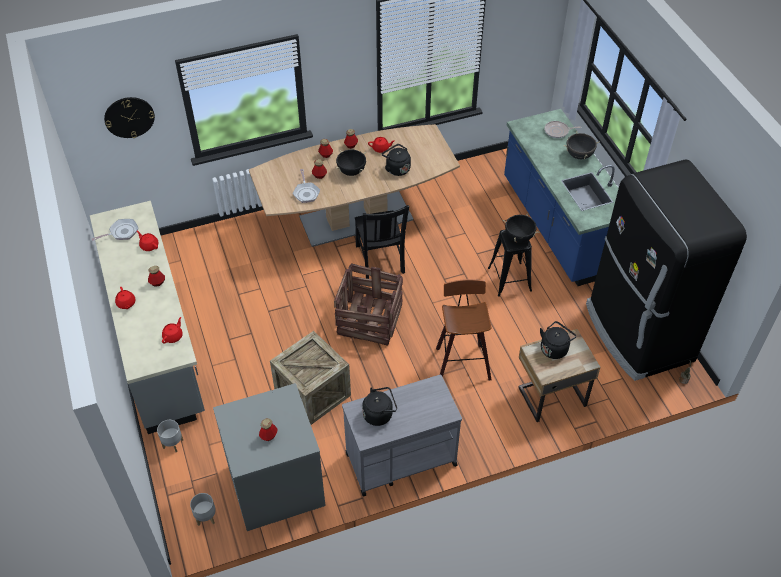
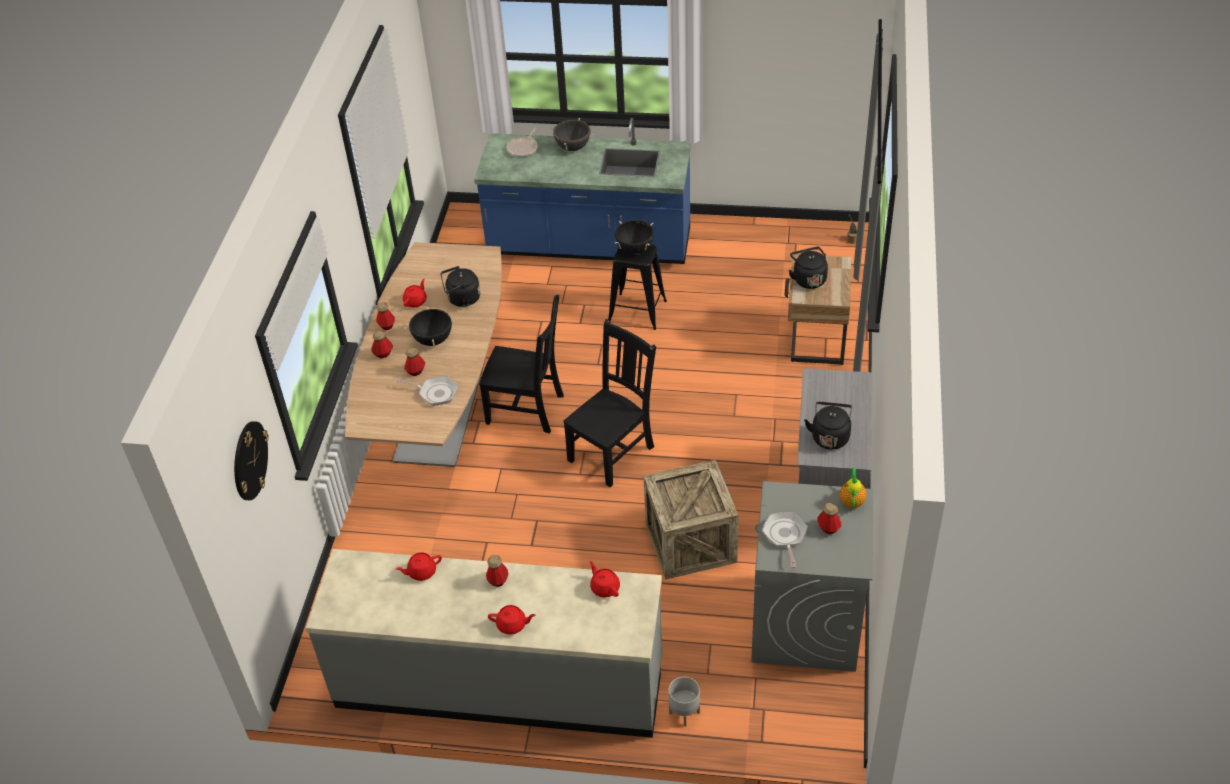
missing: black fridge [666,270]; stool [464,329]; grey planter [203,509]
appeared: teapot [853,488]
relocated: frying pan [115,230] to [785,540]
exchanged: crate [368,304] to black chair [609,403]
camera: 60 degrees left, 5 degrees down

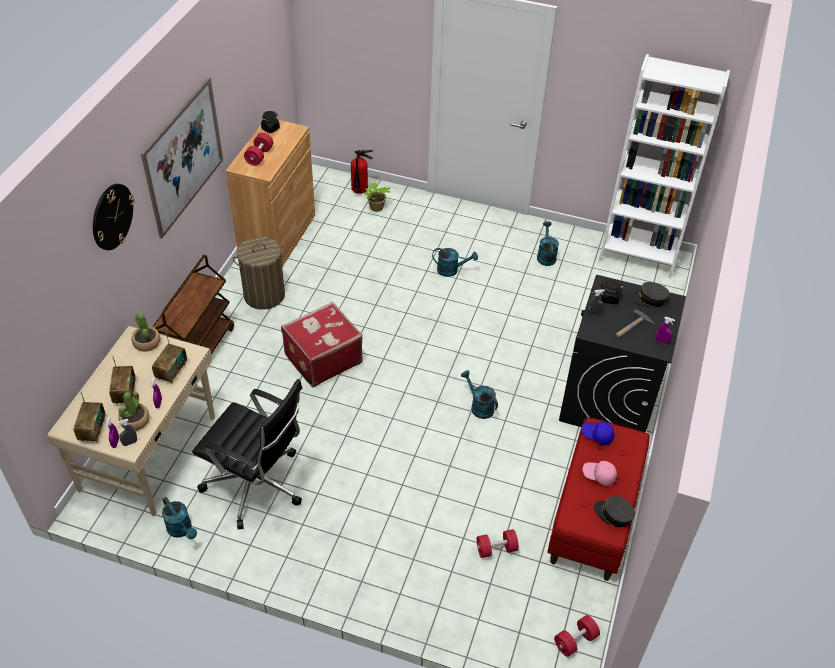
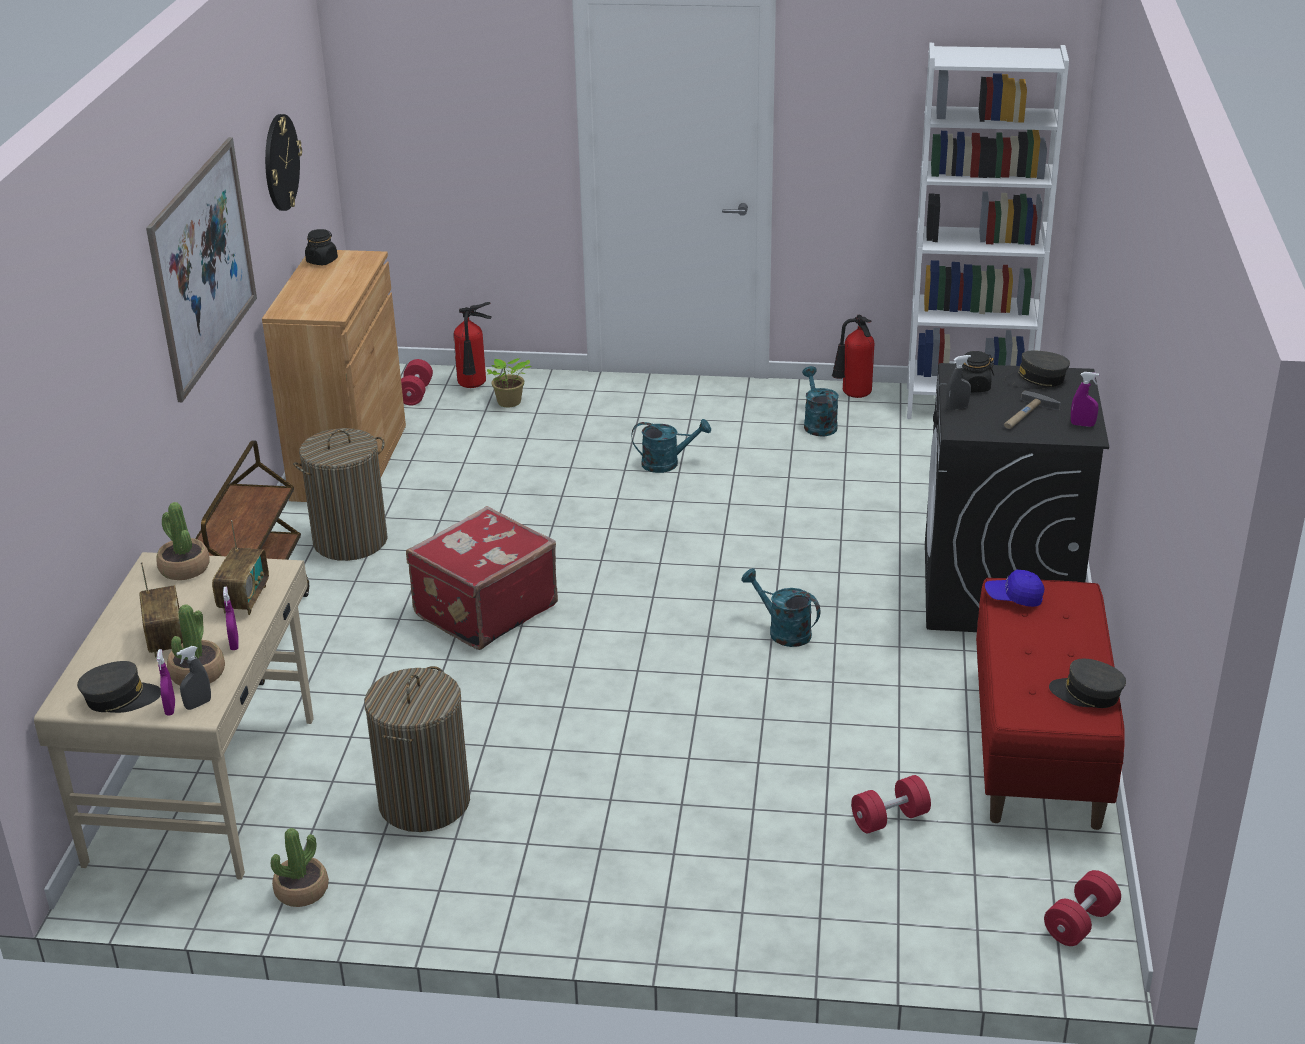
missing: pink cap [600,473]
appeared: fire extinguisher [853,356]
relocated: red dumbbell [258,149] to [417,382]; wall clock [113,217] to [283,162]
exchanged: black office chair [247,454] to laundry basket [417,749]; radio [90,417] to grey cap [119,687]; turquoise watering can [179,518] to potted plant [300,867]
camera: 10 degrees left, 15 degrees down

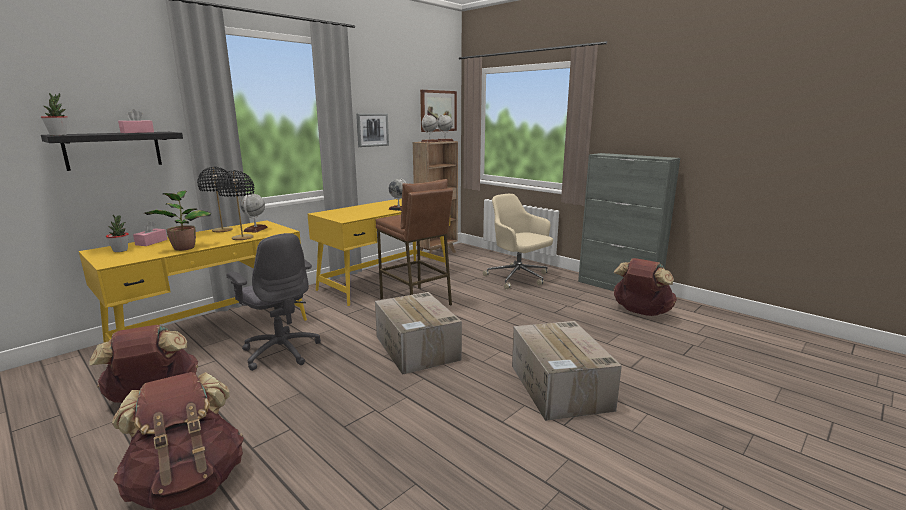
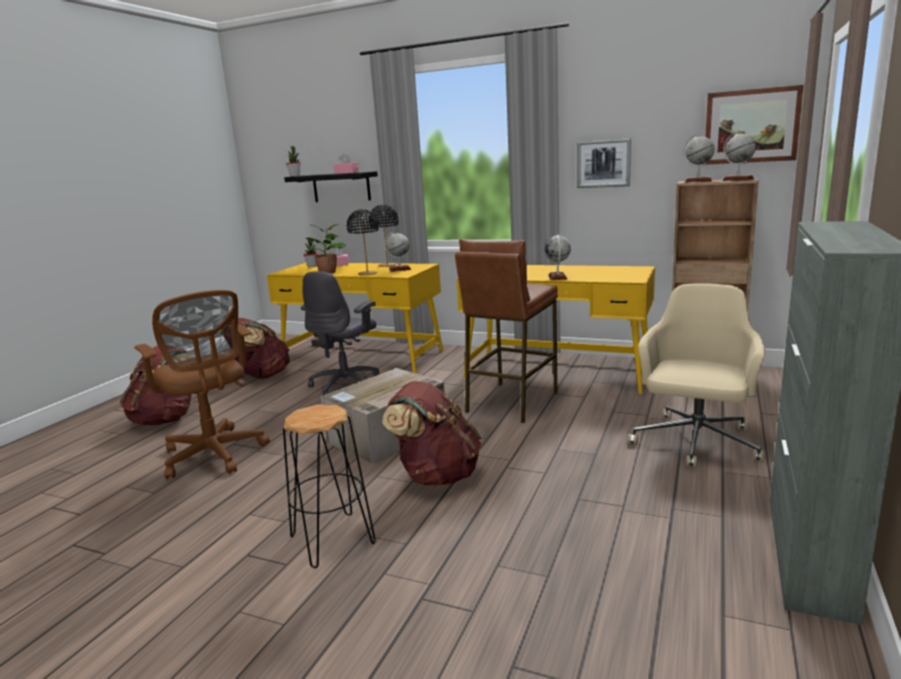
appeared: brown office chair [202,384]
relocated: brown backpack [645,287] to [432,433]
exchanged: cardboard box [567,371] to black stool [329,486]
camera: 70 degrees right, 0 degrees up

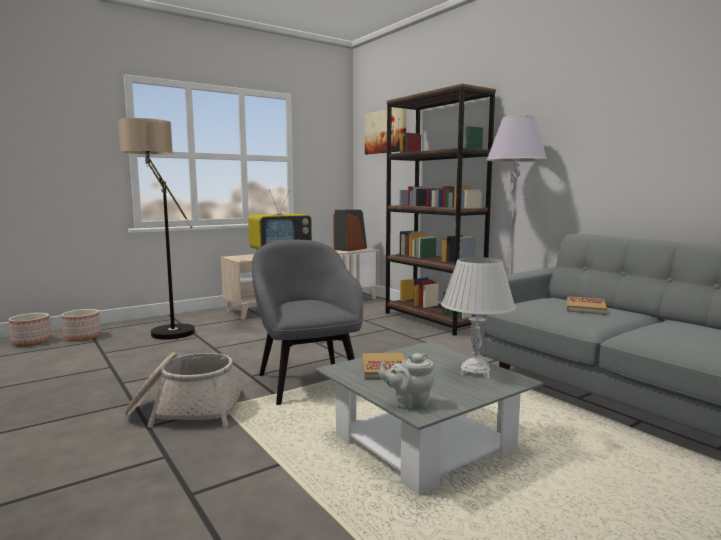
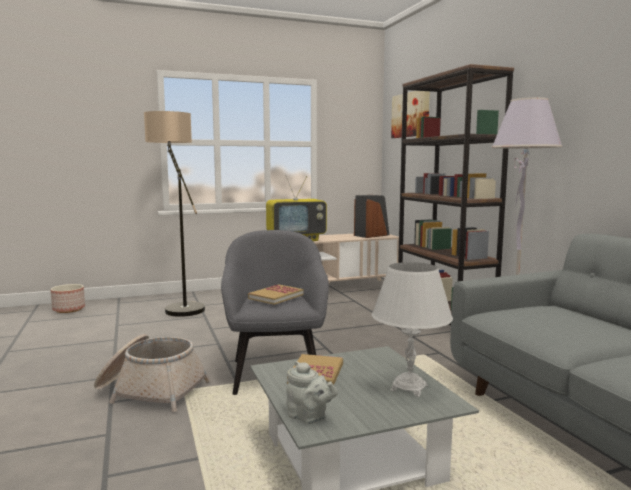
missing: planter [81,325]
relocated: book [587,305] to [276,294]
spun: grey teapot [406,381] = [312,392] 150 degrees counterclockwise
camera: 15 degrees right, 0 degrees up

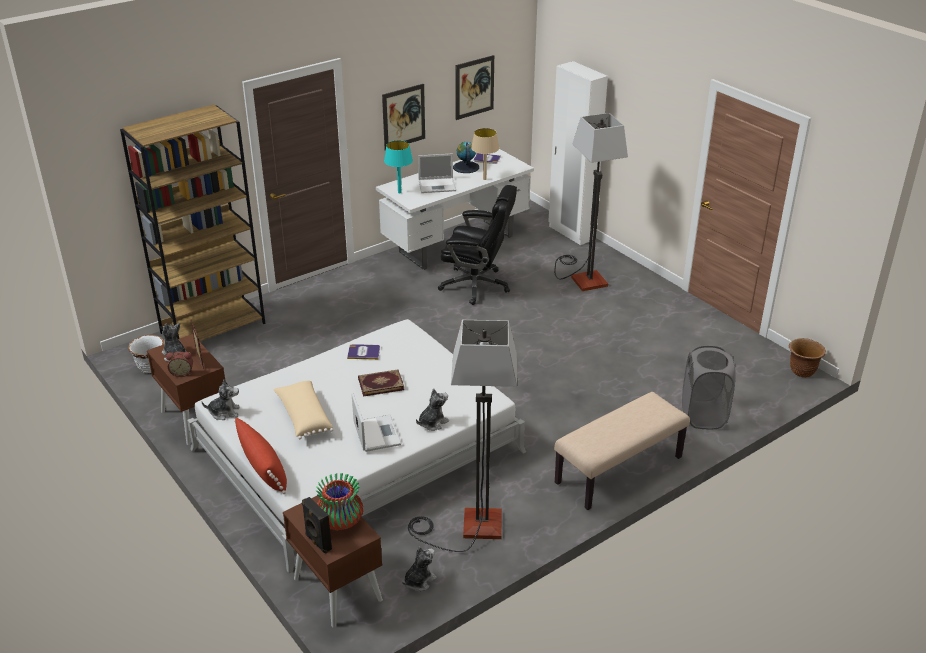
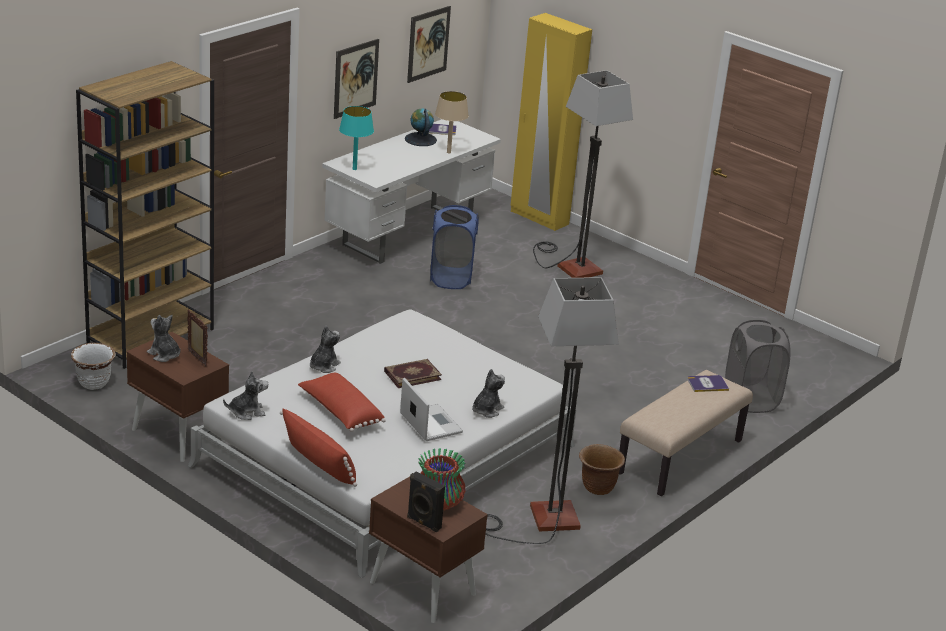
missing: laptop [437,173]; alarm clock [179,364]
relocated: brown planter [807,357] to [602,469]; book [363,351] to [708,383]; plush toy [419,568] to [325,349]
exchanged: black office chair [477,245] to blue laundry basket [454,247]
colour: white wardrobe [578,153] to yellow wardrobe [551,122]; beige pillow [303,409] to red pillow [342,402]
camera: 15 degrees left, 5 degrees down

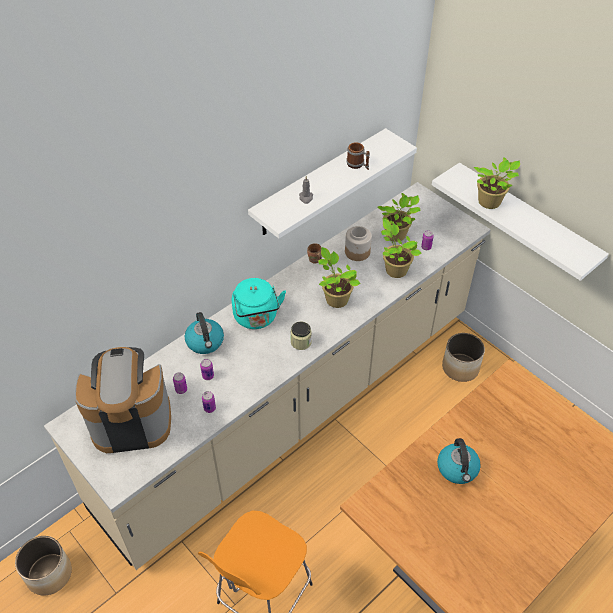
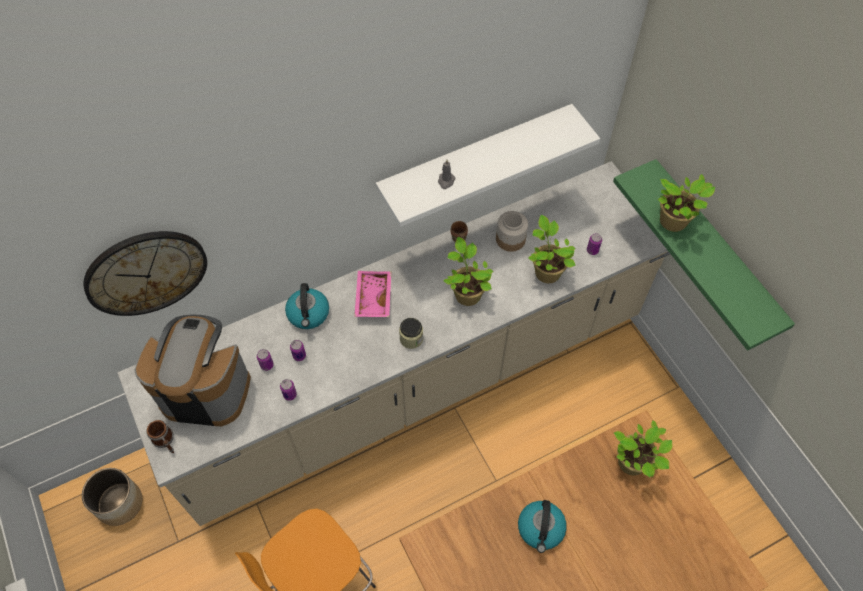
missing: planter [463,357]
appeared: wall clock [145,273]
relocated: mug [358,156] to [160,436]; potted plant [399,217] to [643,448]
exchanged: turquoise kettle [259,303] to pink tray [372,294]
colour: white shelf [520,222] to green shelf [704,255]
camera: 15 degrees right, 10 degrees up

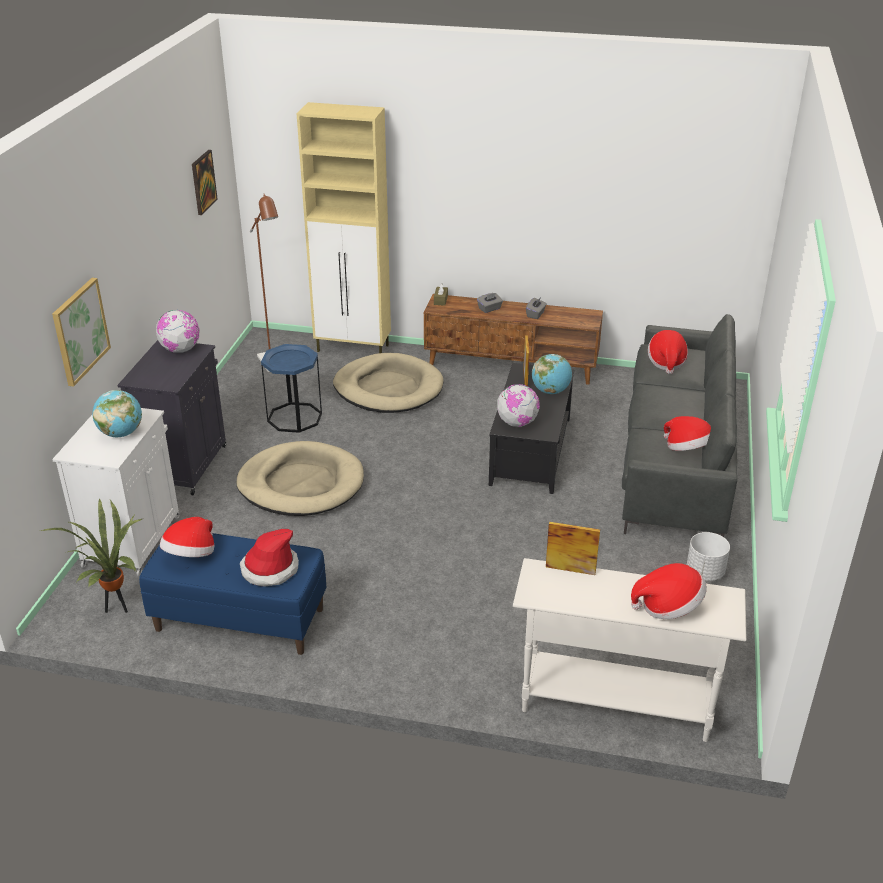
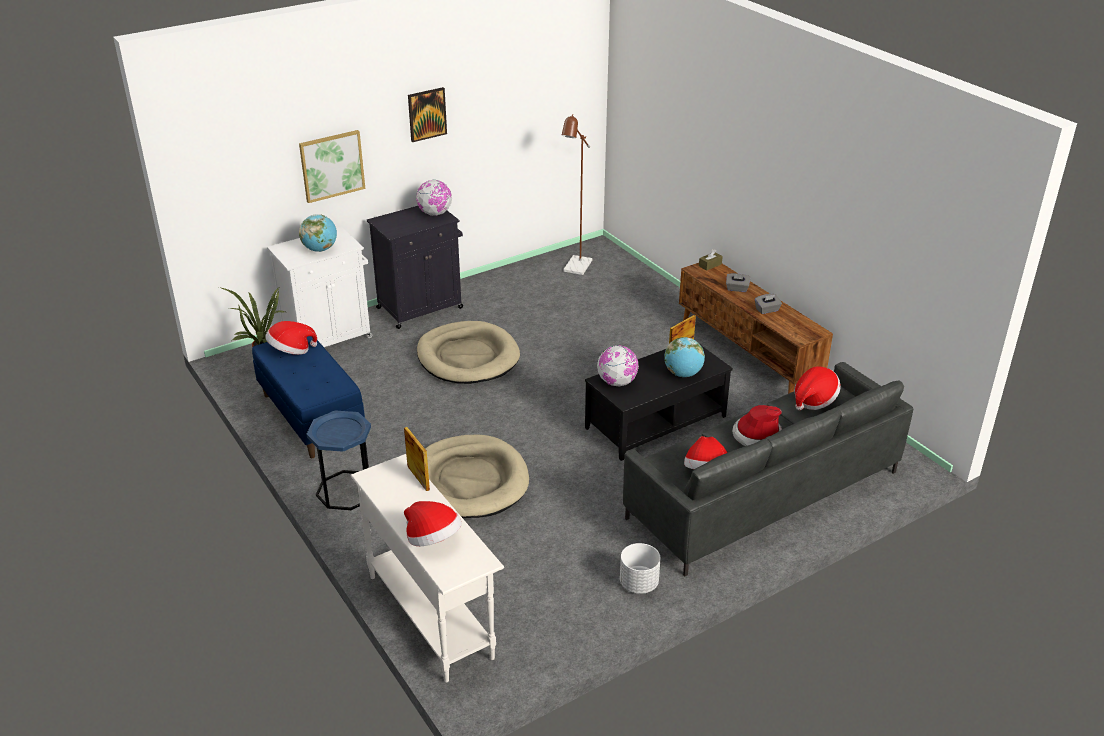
missing: beige cabinet [343,227]
relocated: picture [205,182] to [427,114]; blue side table [291,388] to [339,460]; beige dog bed [388,383] to [477,476]; hat [269,558] to [757,425]
camera: 45 degrees right, 0 degrees up

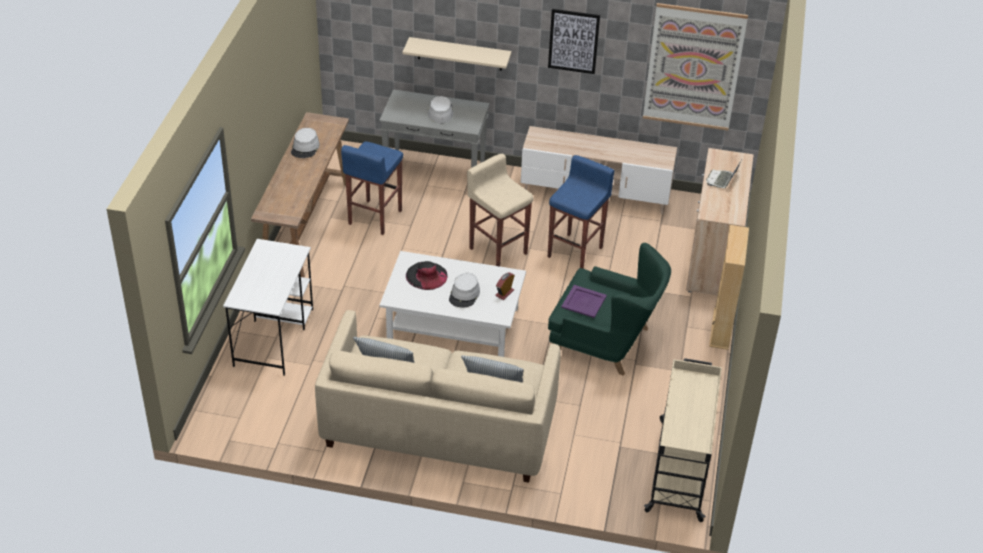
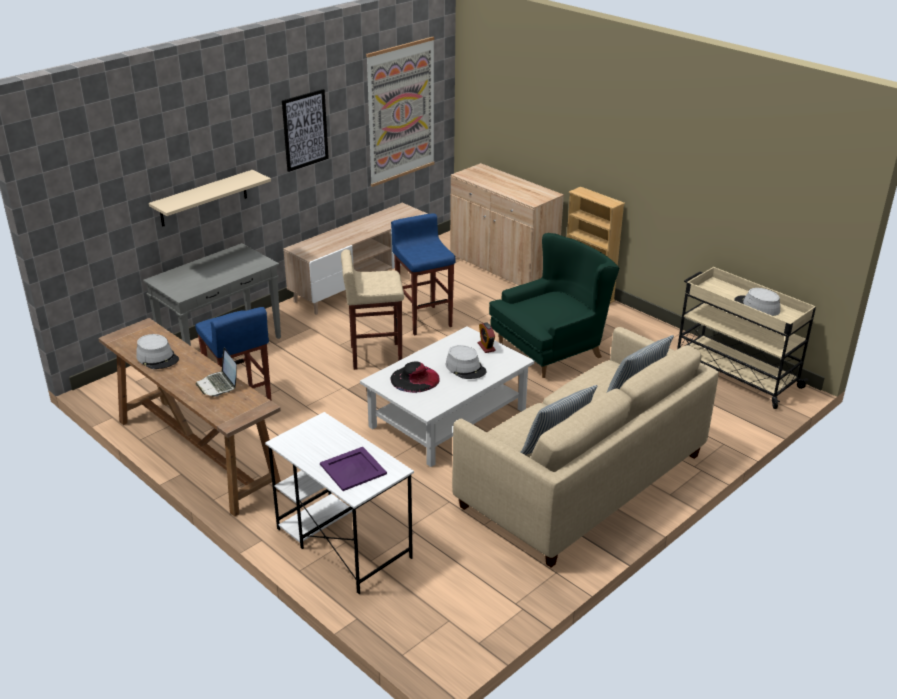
relocated: grey hat [440,109] to [757,302]; laptop [723,174] to [216,372]; purple tray [584,301] to [353,469]
camera: 55 degrees left, 10 degrees down

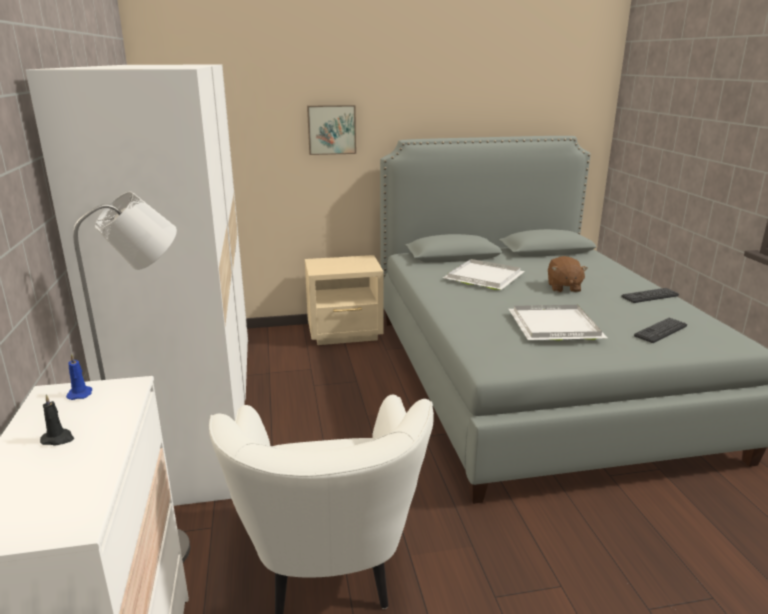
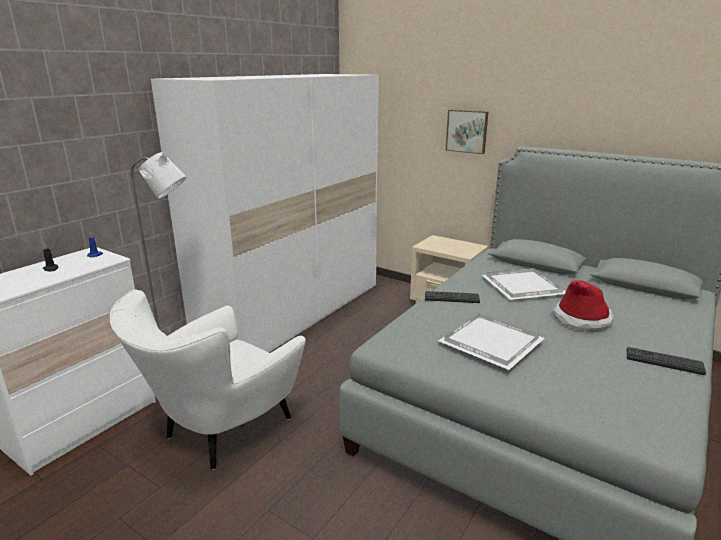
relocated: keyboard [660,330] to [452,297]
exchanged: brown plush toy [568,274] to hat [583,306]
camera: 45 degrees right, 0 degrees up

